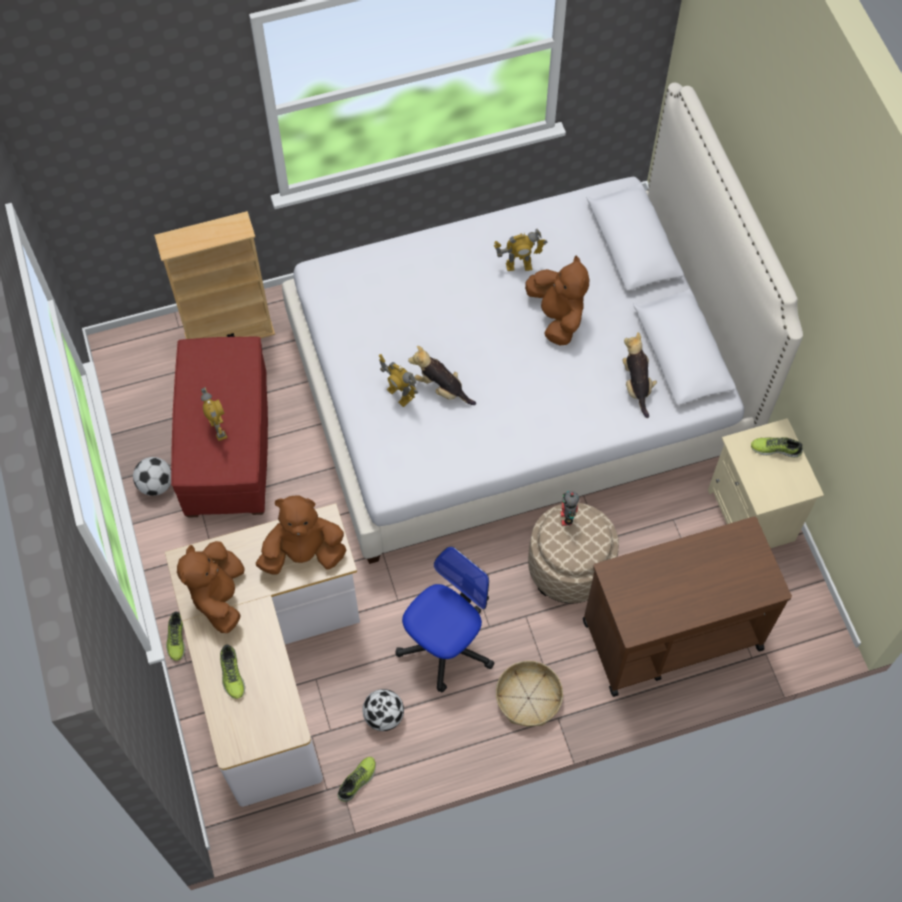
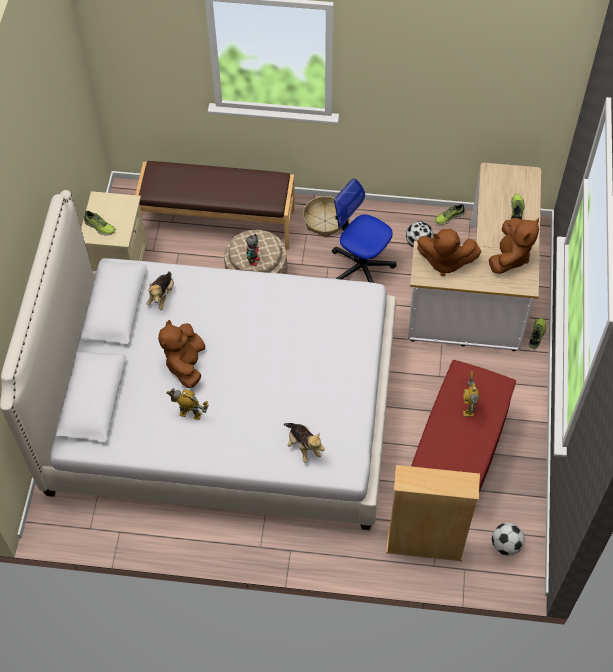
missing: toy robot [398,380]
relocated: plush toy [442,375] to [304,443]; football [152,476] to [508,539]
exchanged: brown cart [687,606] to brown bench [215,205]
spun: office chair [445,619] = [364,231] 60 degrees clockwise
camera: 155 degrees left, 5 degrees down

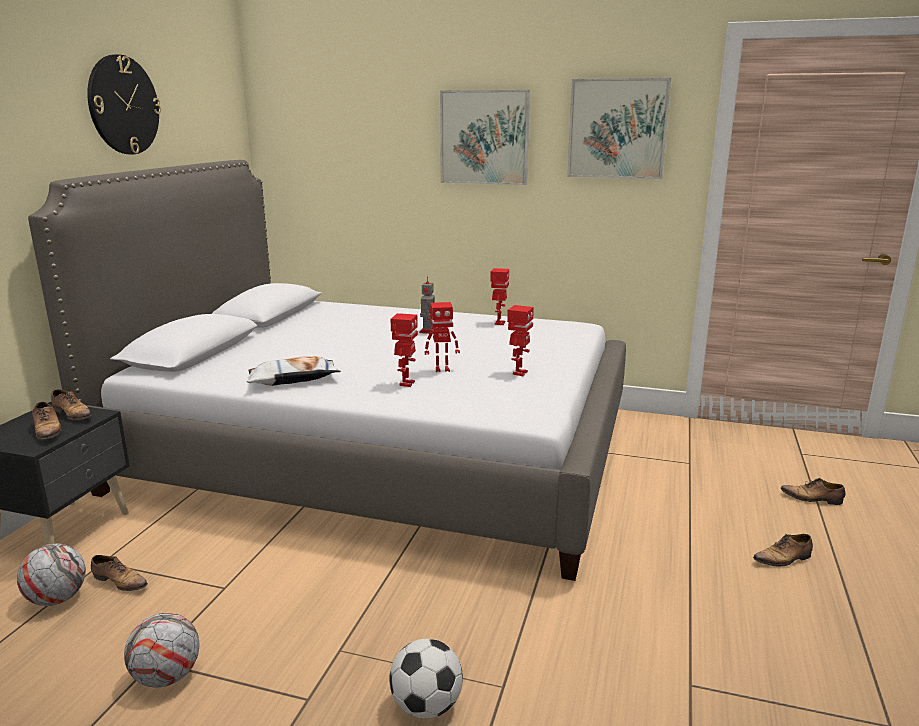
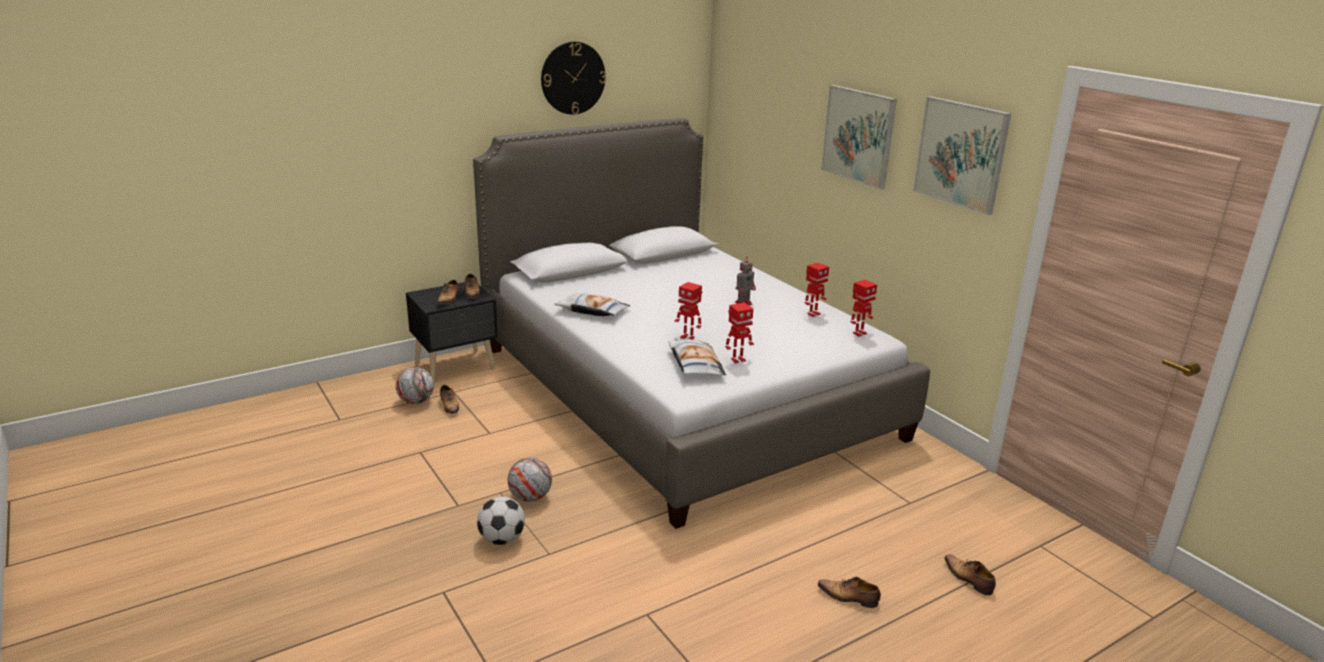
appeared: pillow [697,357]
relocated: toy robot [404,350] to [863,308]; football [161,650] to [530,479]
camera: 40 degrees right, 5 degrees up

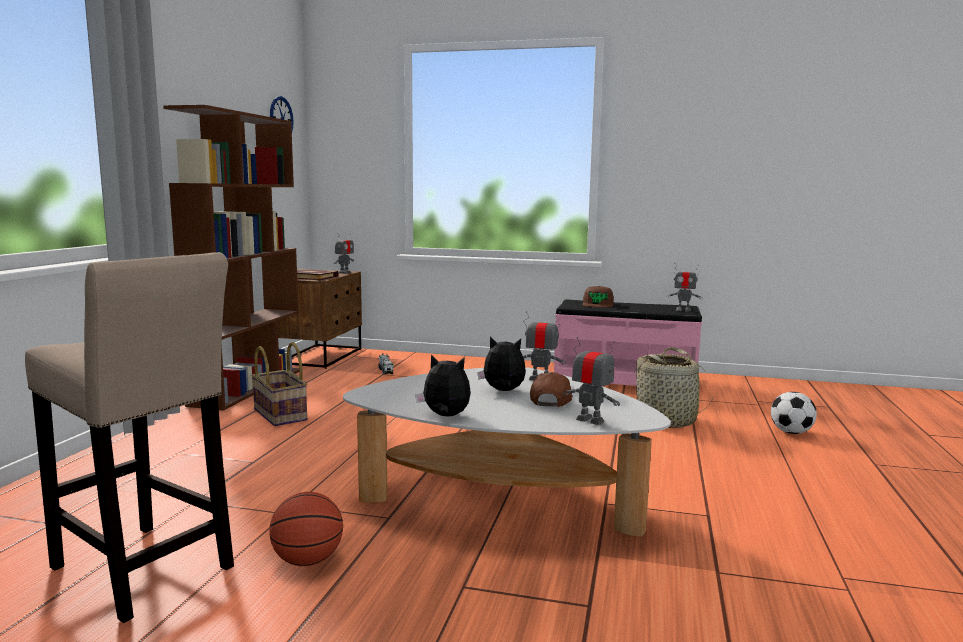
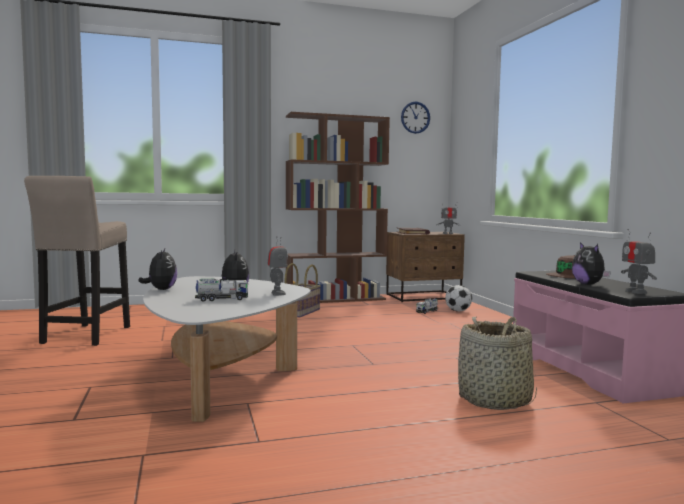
missing: toy robot [591,381]; basketball [306,529]
appeared: plush toy [591,263]
relocated: football [794,413] to [458,298]
exchanged: brown cap [551,389] to toy truck [221,290]
camera: 60 degrees right, 5 degrees down

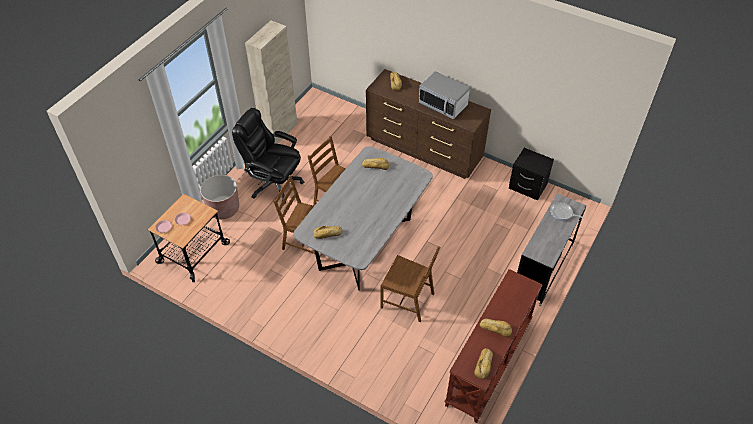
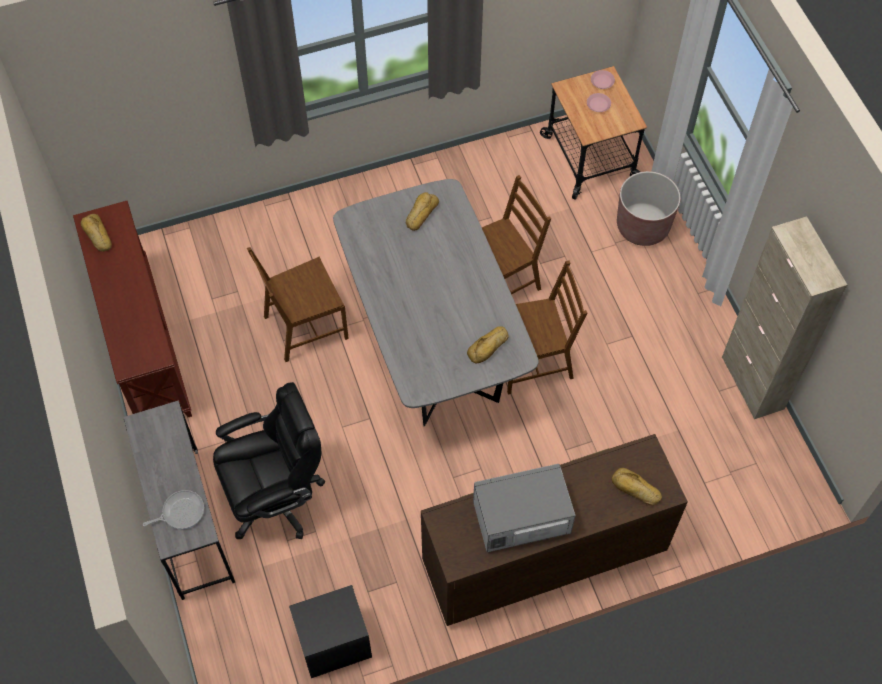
missing: bread [496,328]
relocated: black office chair [268,155] to [269,460]
camera: 130 degrees right, 10 degrees up

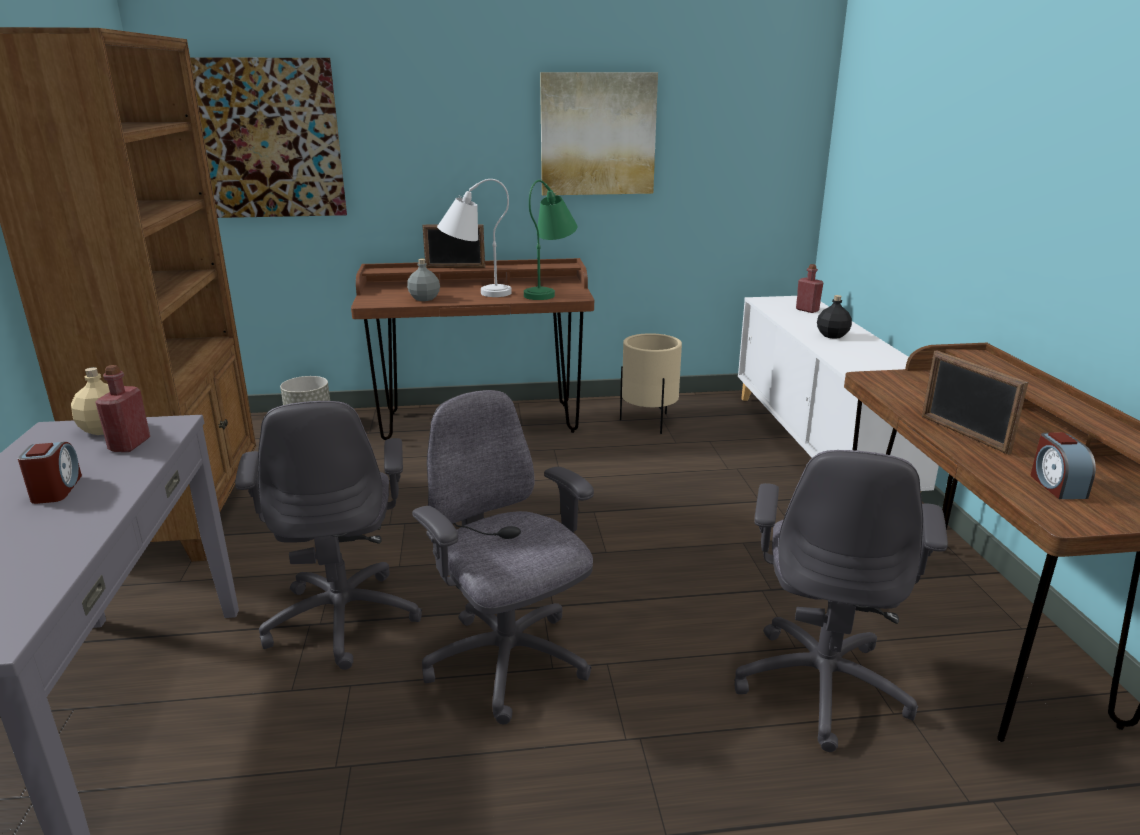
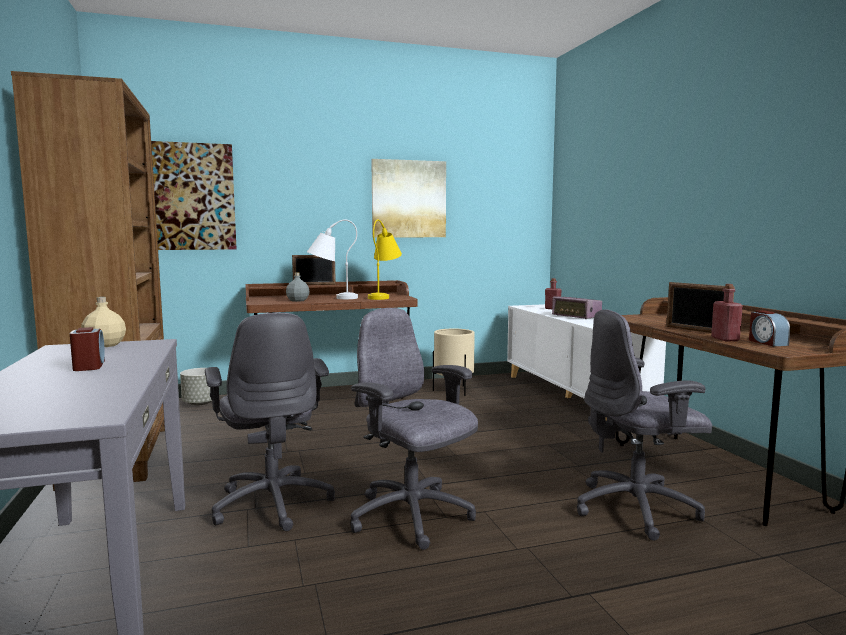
relocated: red bottle [122,408] to [727,312]
exchanged: black bottle [834,317] to radio [577,307]
colour: green table lamp [550,240] to yellow table lamp [385,259]
spun: grey office chair [841,601] = [644,425] 75 degrees clockwise
camera: 10 degrees left, 15 degrees down

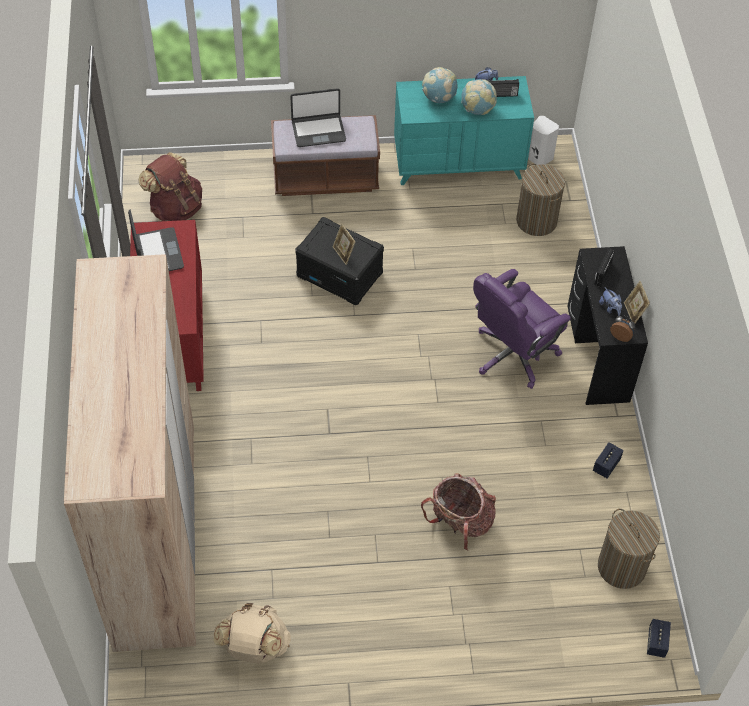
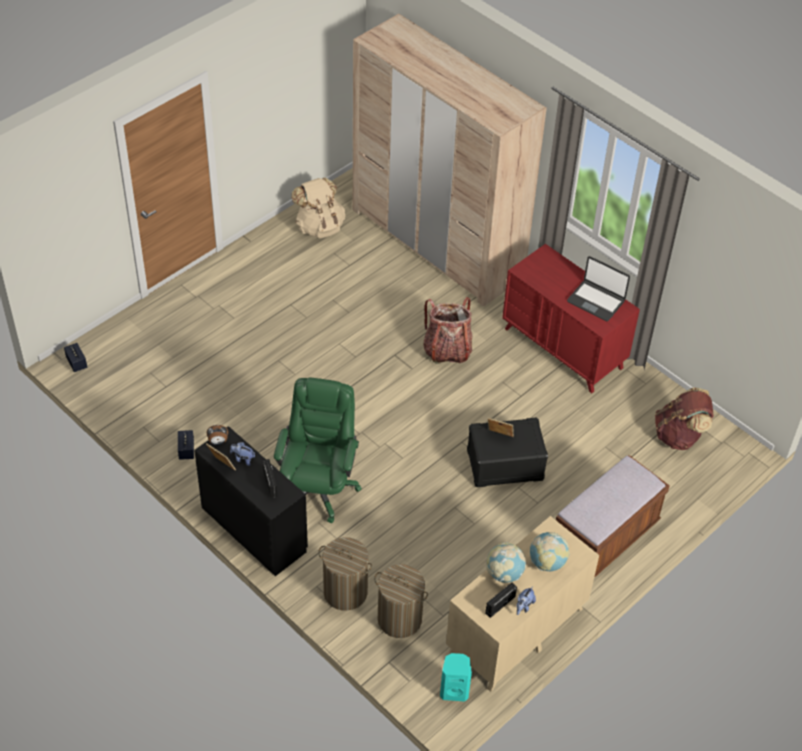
missing: laptop [318,117]
relocated: backpack [458,511] to [448,330]; laundry basket [629,549] to [345,574]
colour: turquoise dresser [464,130] to beige dresser [522,604]; white speaker [543,140] to turquoise speaker [456,677]; purple office chair [522,329] to green office chair [318,450]
camera: 140 degrees right, 5 degrees down

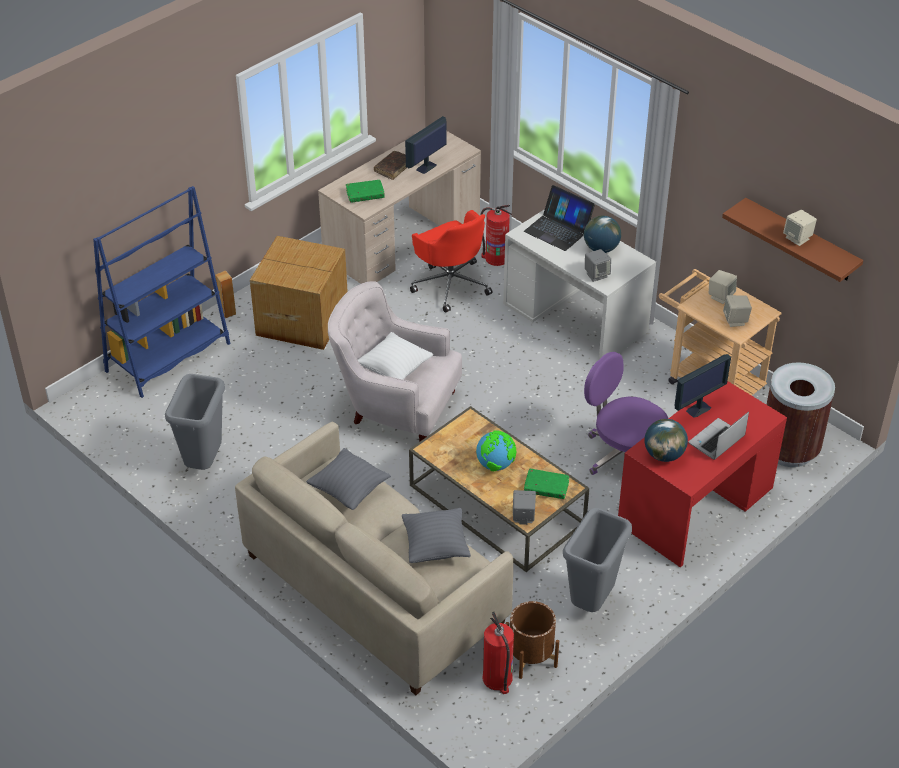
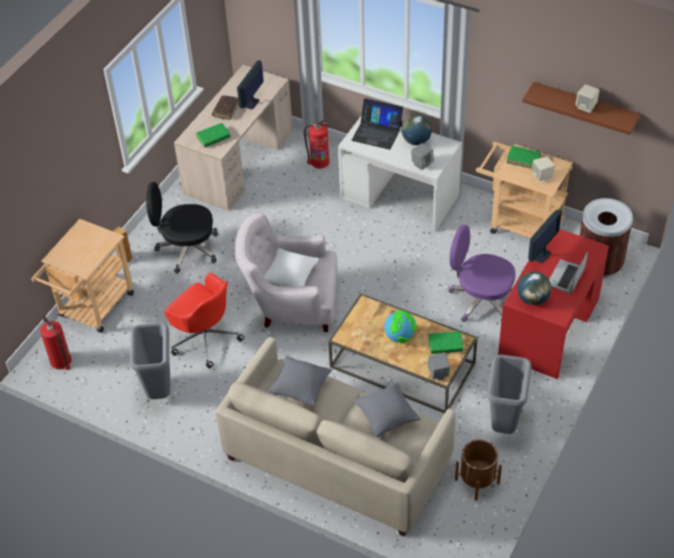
relocated: red office chair [451,261] to [204,321]; fire extinguisher [498,653] to [56,342]
exchanged: blue bookcase [162,292] to beige cart [82,276]; cardboard box [299,293] to black office chair [182,227]; beige speaker [723,287] to green book [524,157]
camera: 15 degrees left, 5 degrees up

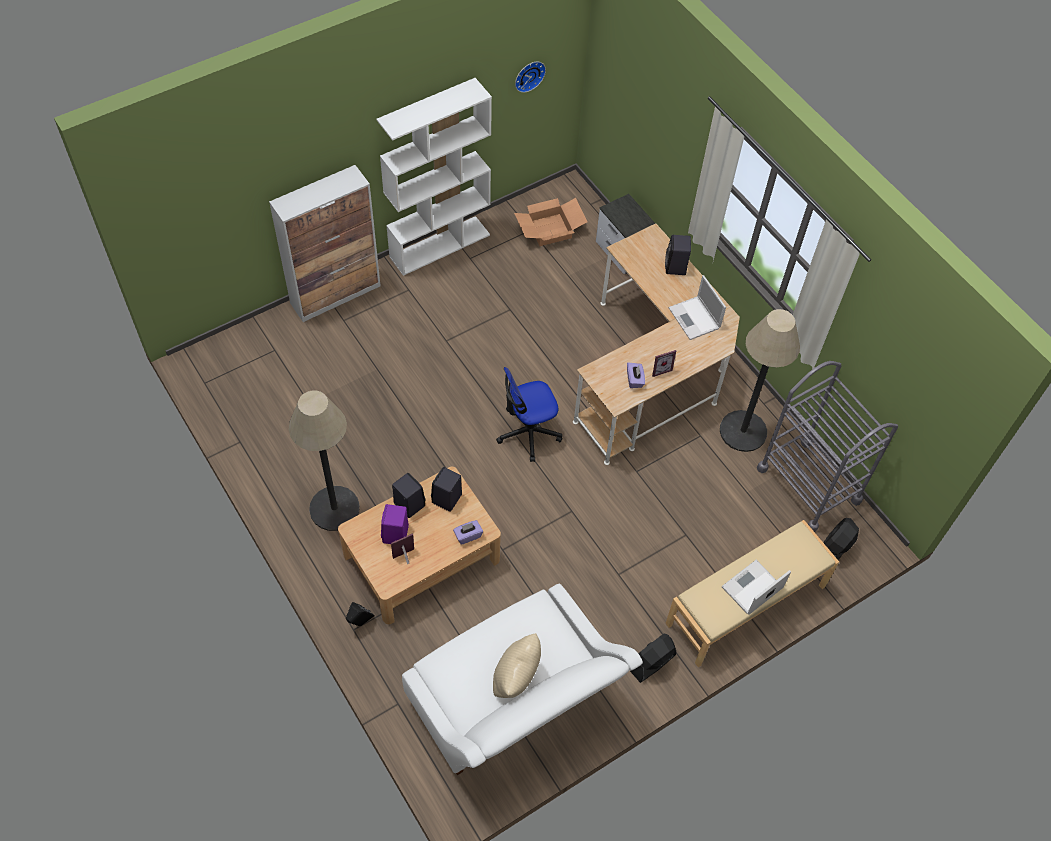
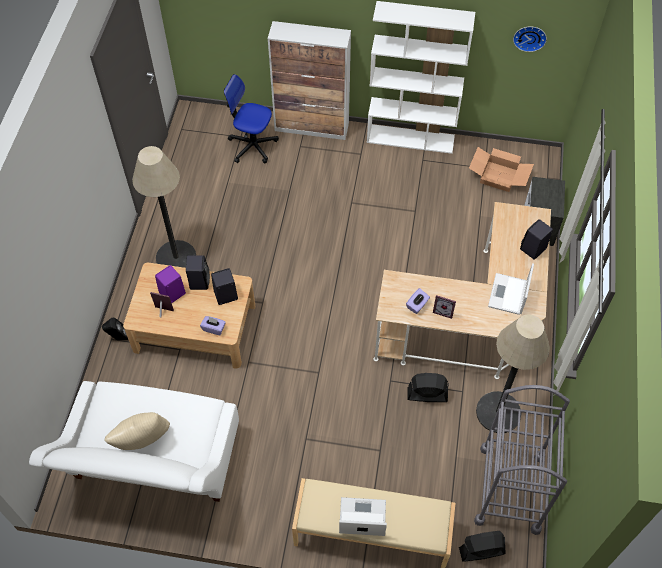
relocated: office chair [529,414] to [251,118]; black fan [653,658] to [428,387]
camera: 45 degrees right, 0 degrees up

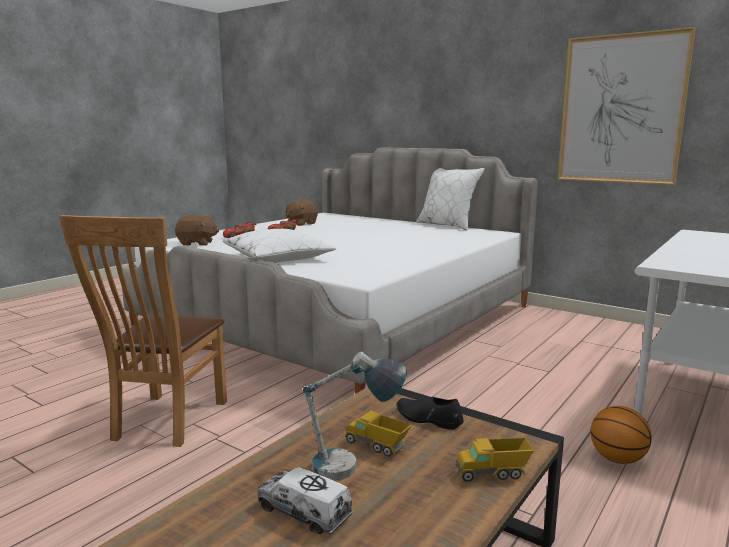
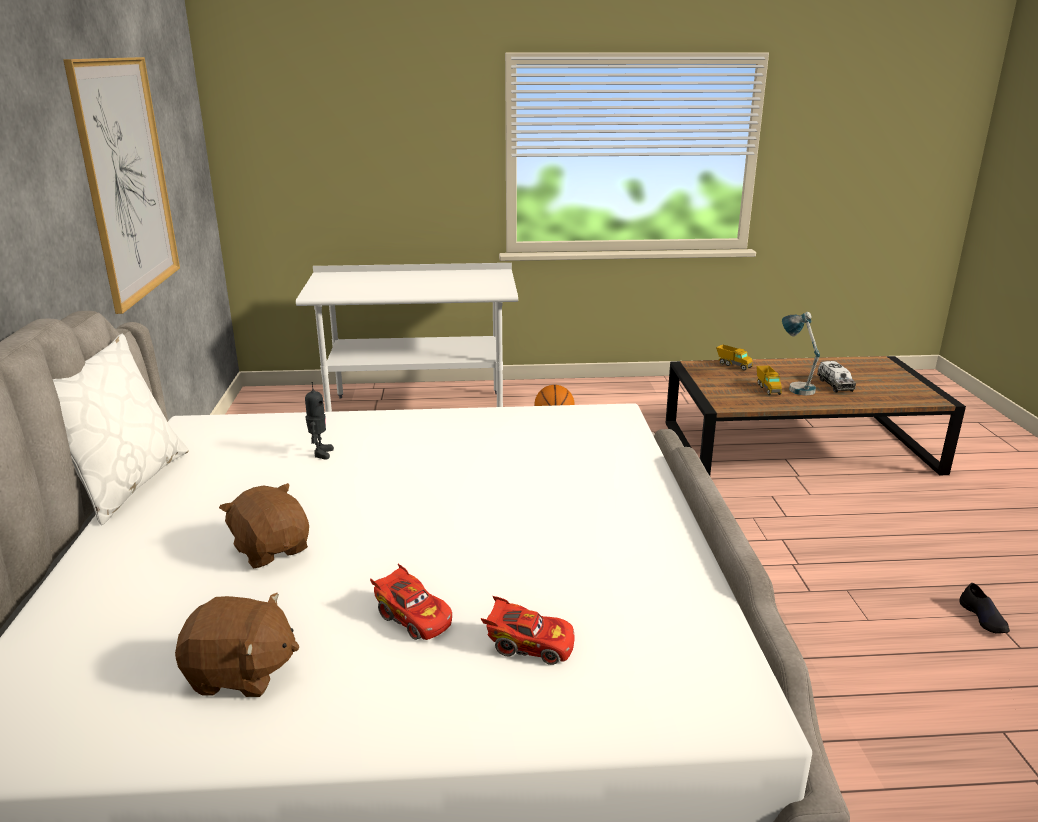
missing: brown chair [143,331]; white pillow [280,246]
appeared: toy robot [319,420]
relocated: brown plush toy [197,230] to [264,525]; black shoe [430,413] to [984,608]
camera: 130 degrees left, 10 degrees up

